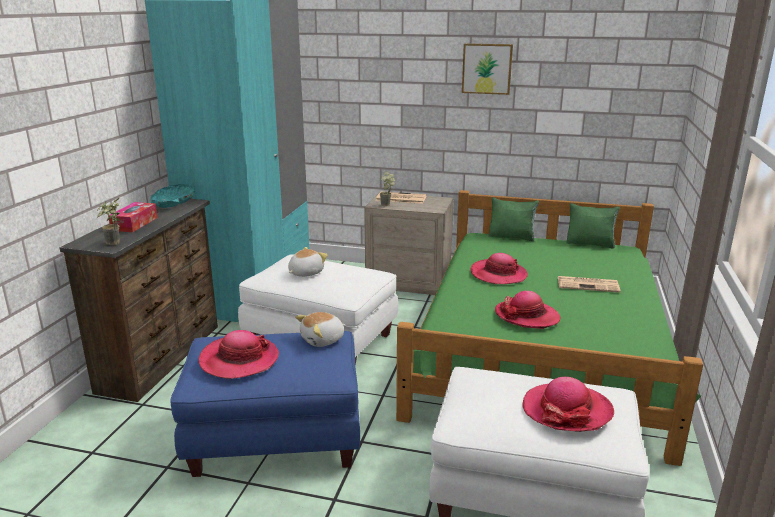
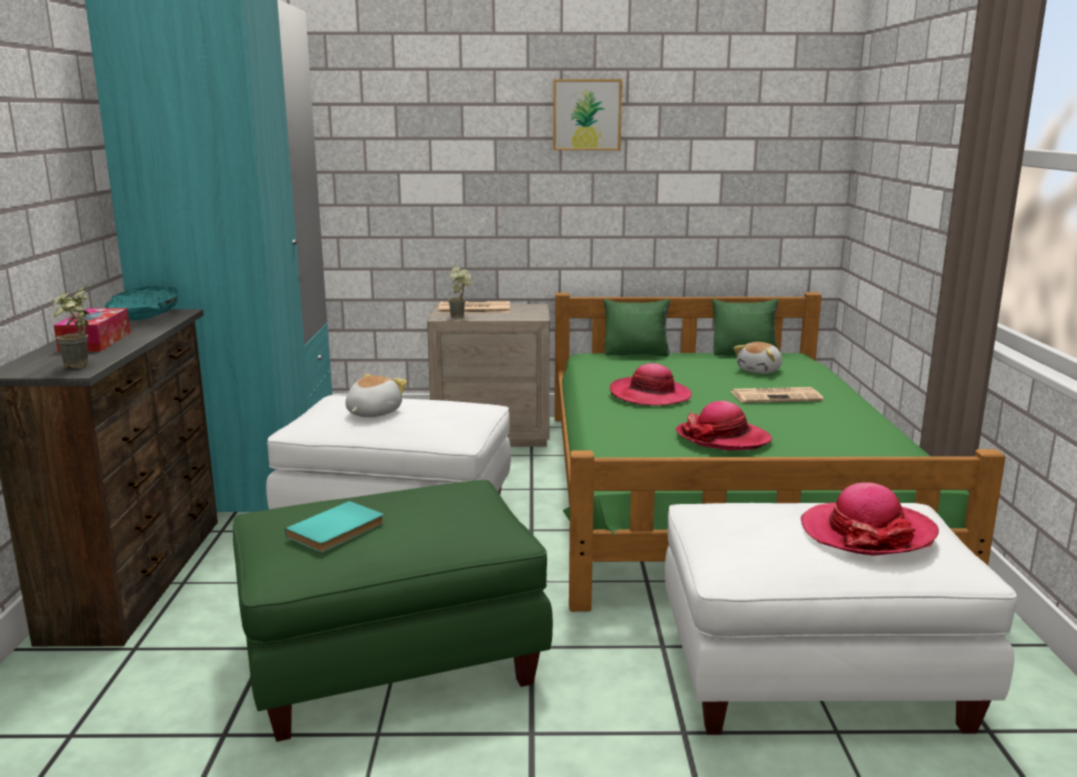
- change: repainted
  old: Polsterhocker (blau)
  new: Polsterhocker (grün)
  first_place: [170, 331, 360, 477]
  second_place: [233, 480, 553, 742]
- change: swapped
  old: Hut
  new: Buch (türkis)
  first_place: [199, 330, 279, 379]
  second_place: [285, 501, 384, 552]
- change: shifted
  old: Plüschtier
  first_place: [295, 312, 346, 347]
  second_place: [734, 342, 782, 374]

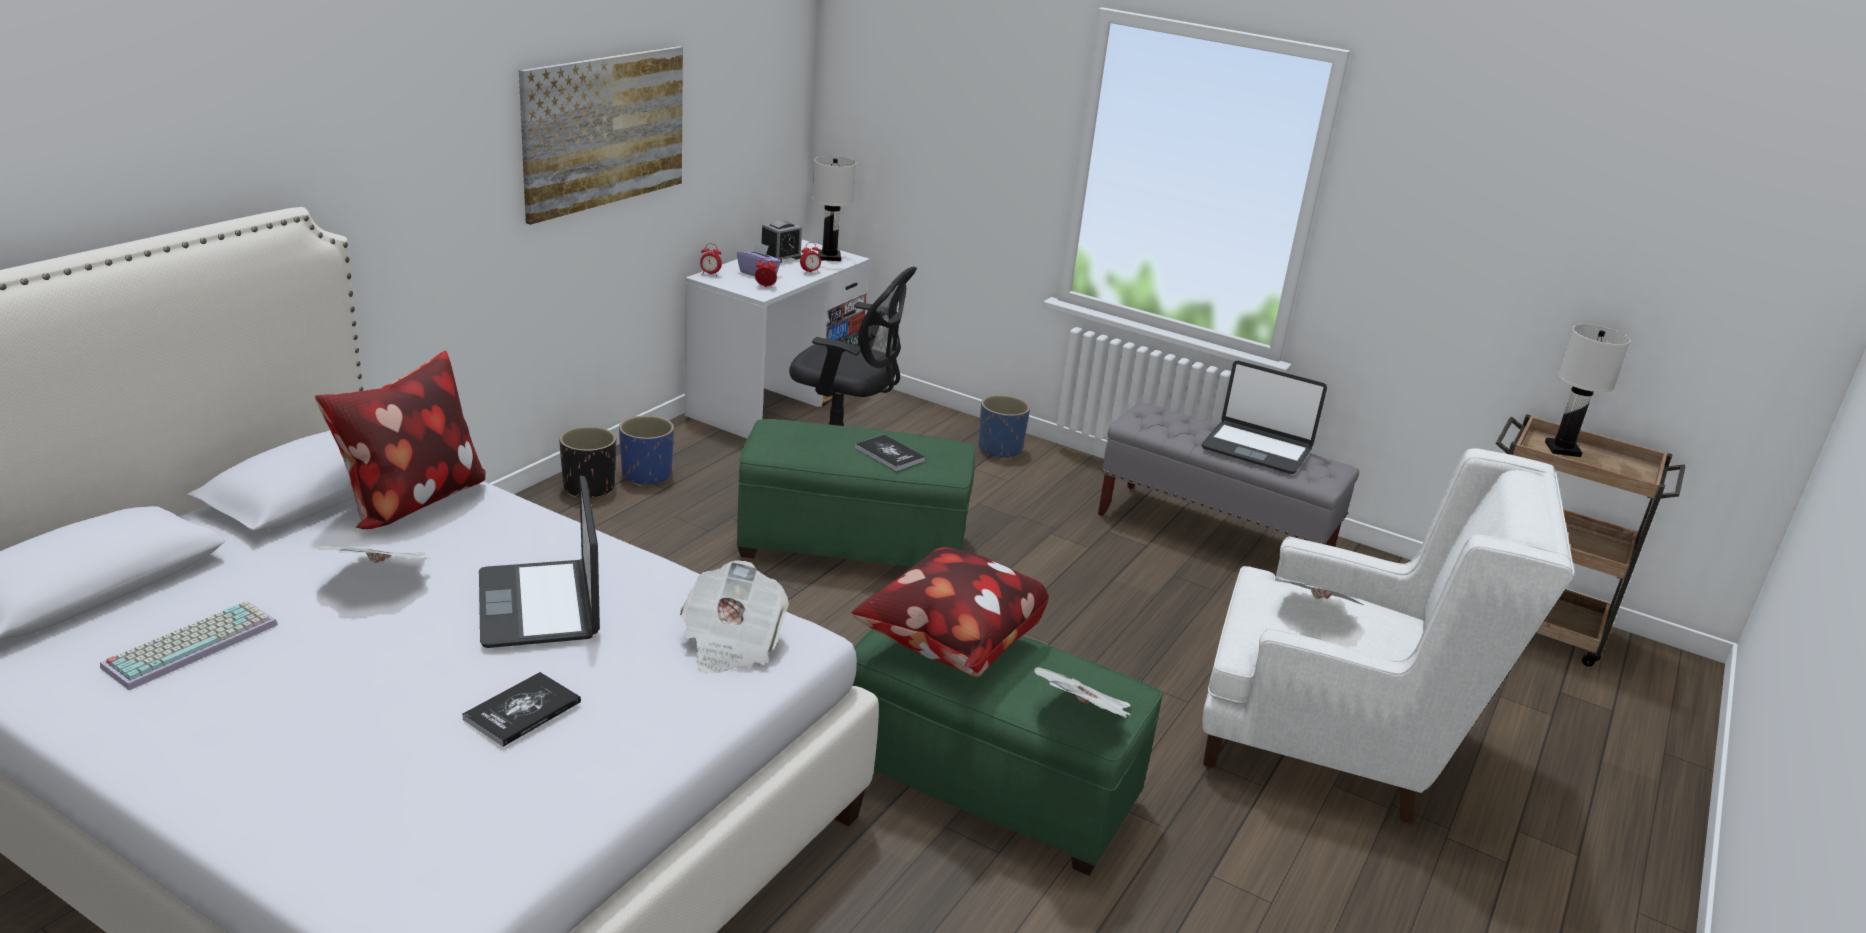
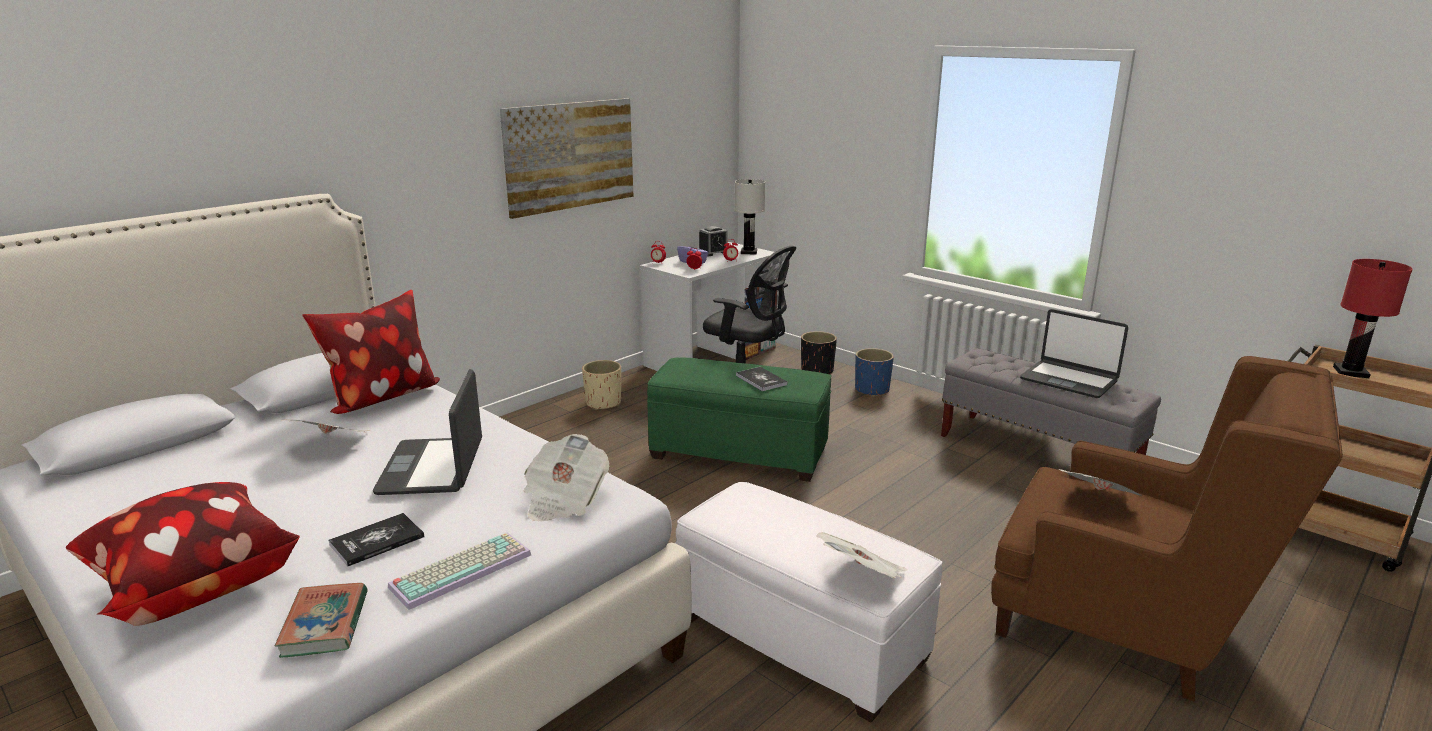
- change: shifted
  old: Tastatur
  first_place: [100, 601, 278, 690]
  second_place: [388, 532, 531, 610]
- change: shifted
  old: Pflanzkübel (schwarz)
  first_place: [559, 426, 616, 498]
  second_place: [801, 331, 837, 375]
- change: repainted
  old: Pflanzkübel (blau)
  new: Pflanzkübel (beige)
  first_place: [619, 415, 674, 486]
  second_place: [582, 360, 621, 410]
- change: shifted
  old: Kissen
  first_place: [851, 547, 1049, 677]
  second_place: [66, 482, 300, 626]
- change: repainted
  old: Polsterhocker (grün)
  new: Polsterhocker (weiß)
  first_place: [852, 629, 1163, 876]
  second_place: [675, 482, 942, 722]
- change: repainted
  old: Sessel (weiß)
  new: Sessel (braun)
  first_place: [1203, 448, 1574, 824]
  second_place: [991, 356, 1343, 702]
- change: repainted
  old: Tischlampe (weiß)
  new: Tischlampe (rot)
  first_place: [1545, 324, 1631, 457]
  second_place: [1333, 259, 1413, 378]
- change: new
  new: Buch
  second_place: [275, 583, 367, 658]

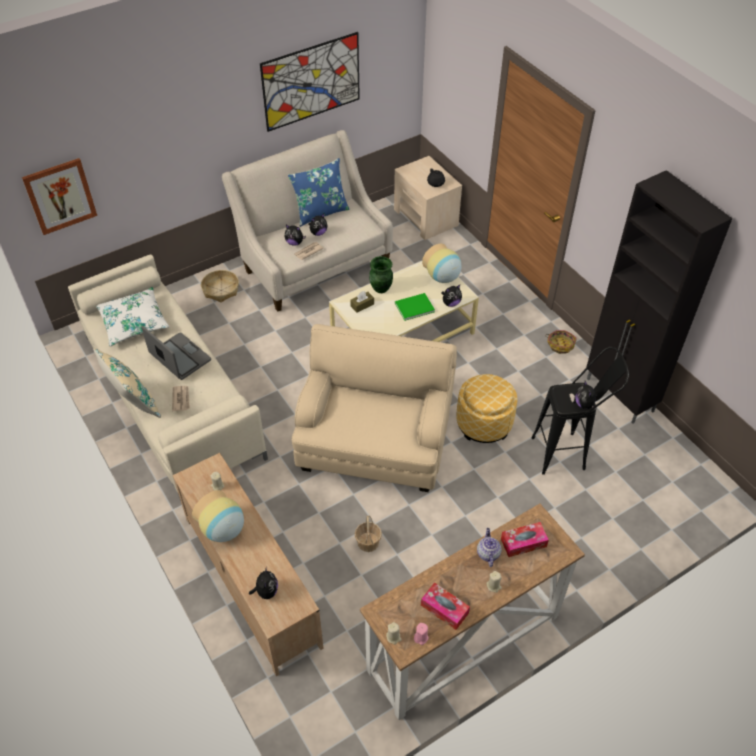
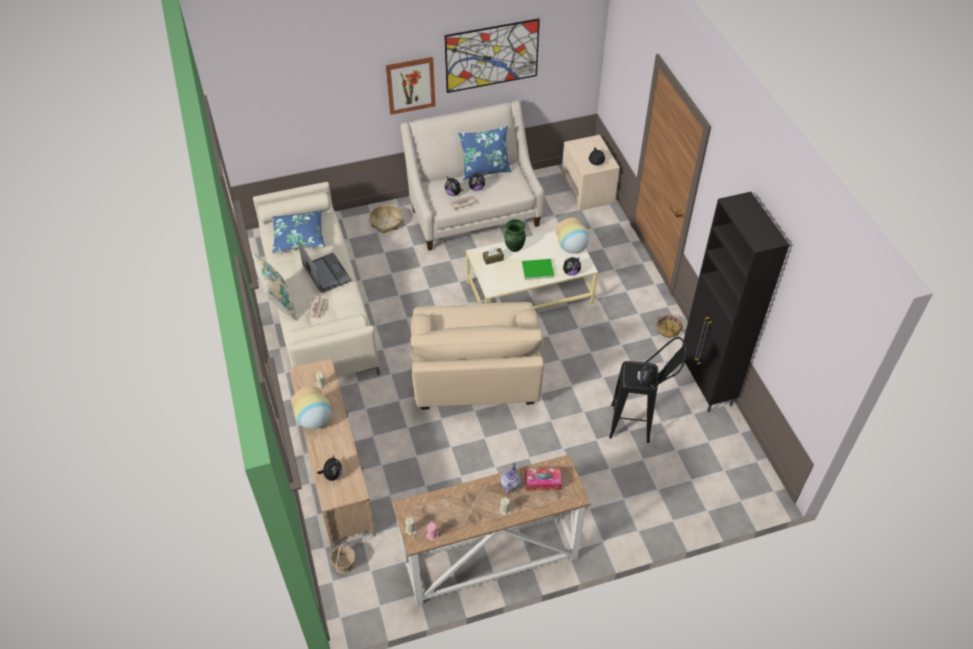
- change: shifted
  old: Bild
  first_place: [22, 158, 97, 235]
  second_place: [386, 57, 435, 115]
- change: repainted
  old: Kissen (weiß)
  new: Kissen (blau)
  first_place: [96, 287, 169, 346]
  second_place: [272, 210, 325, 253]
- change: rotated
  old: Sessel (beige)
  first_place: [292, 324, 457, 492]
  second_place: [411, 302, 544, 410]
  degrees: 150
- change: shifted
  old: Korb
  first_place: [355, 516, 382, 552]
  second_place: [330, 541, 356, 574]
- change: gone
  old: Taschentuchbox
  first_place: [421, 582, 470, 630]
- change: gone
  old: Polsterhocker
  first_place: [457, 374, 517, 443]

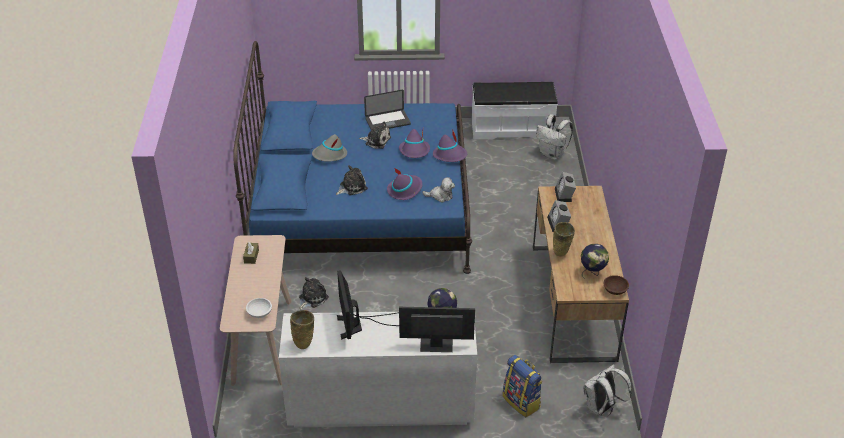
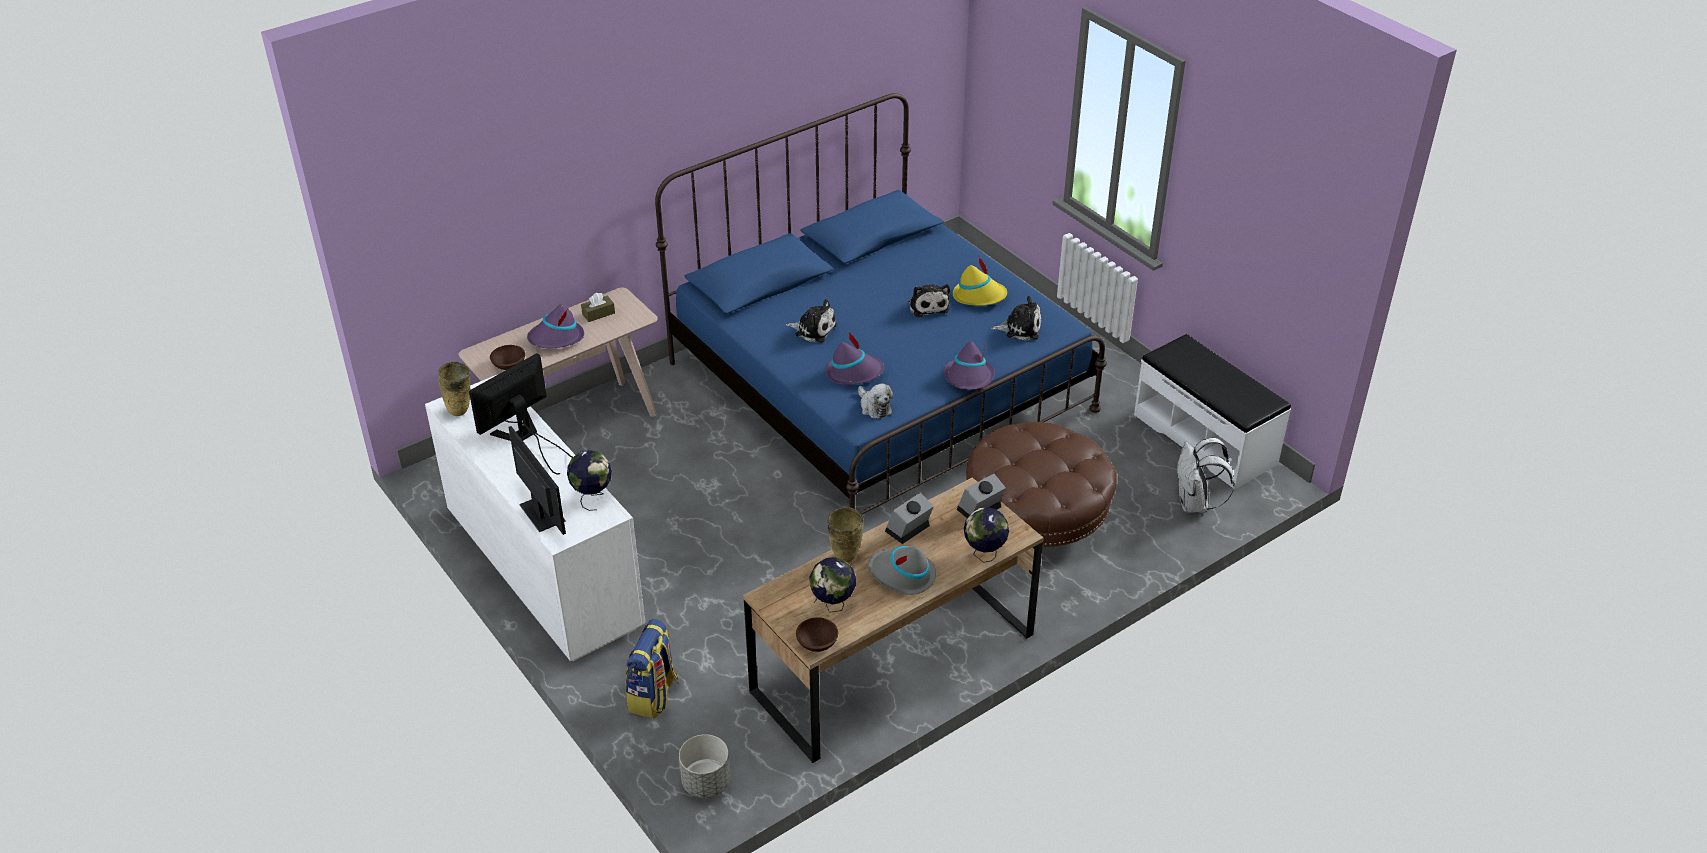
- change: repainted
  old: Schüssel (weiß)
  new: Schüssel (braun)
  first_place: [246, 298, 272, 318]
  second_place: [490, 345, 525, 370]
- change: shifted
  old: Plüschtier
  first_place: [299, 277, 329, 310]
  second_place: [991, 296, 1041, 341]
- change: shifted
  old: Hut (grau)
  first_place: [312, 134, 347, 162]
  second_place: [868, 546, 936, 595]
- change: swapped
  old: Laptop
  new: Hut (gelb)
  first_place: [364, 90, 411, 130]
  second_place: [953, 255, 1007, 306]
- change: shifted
  old: Hut (lila)
  first_place: [399, 129, 430, 158]
  second_place: [527, 304, 584, 349]
- change: swapped
  old: Rucksack (weiß)
  new: Pflanzkübel (grau)
  first_place: [584, 364, 632, 416]
  second_place: [679, 734, 730, 798]
- change: new
  new: Globus
  second_place: [964, 507, 1009, 563]
- change: new
  new: Polsterhocker (braun)
  second_place: [966, 422, 1117, 547]

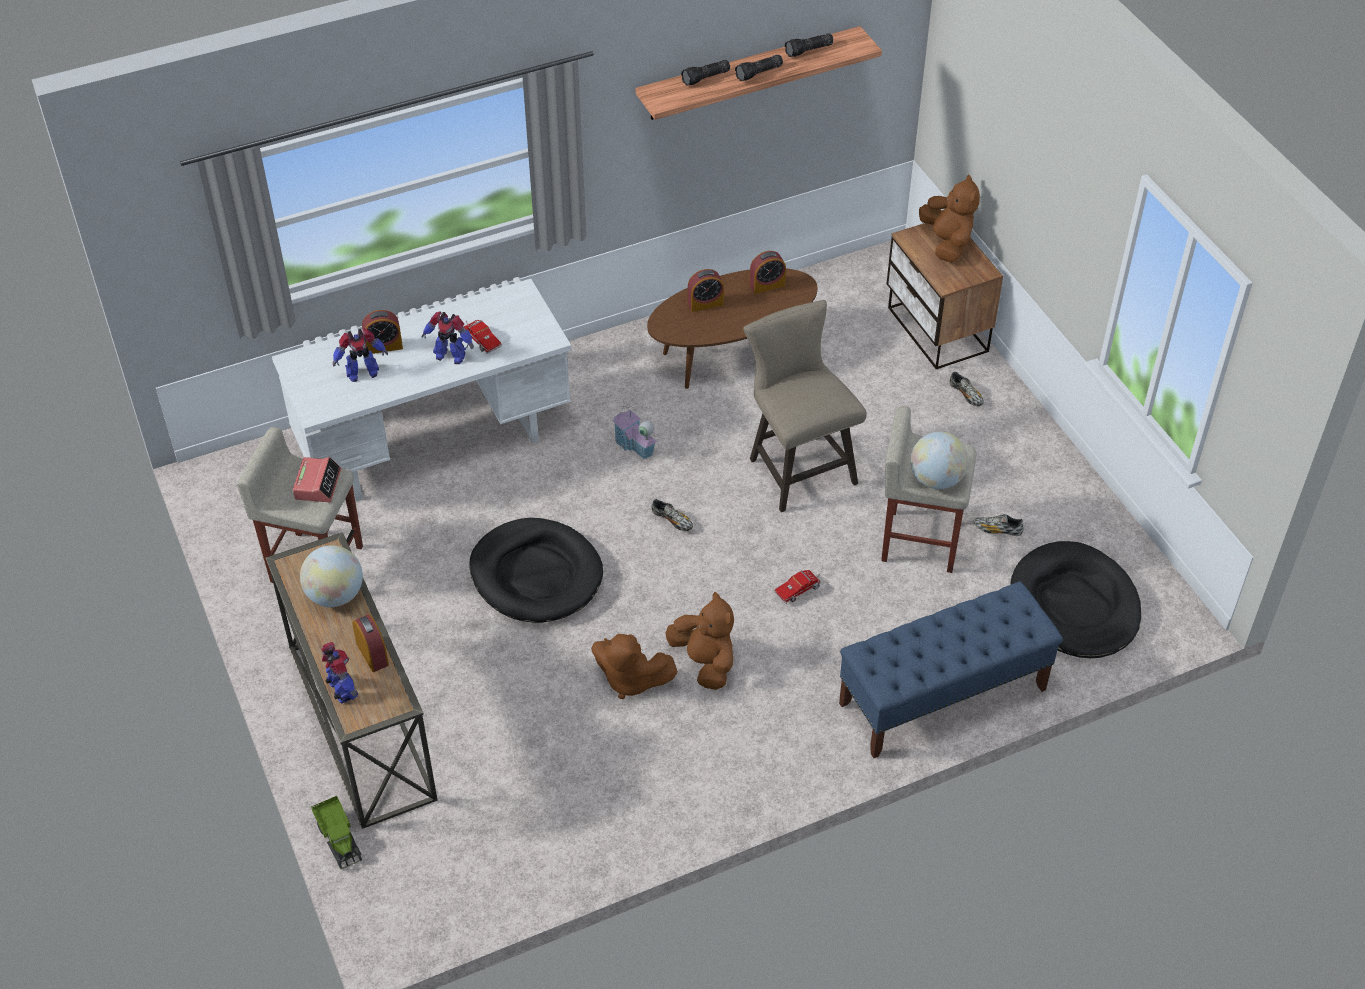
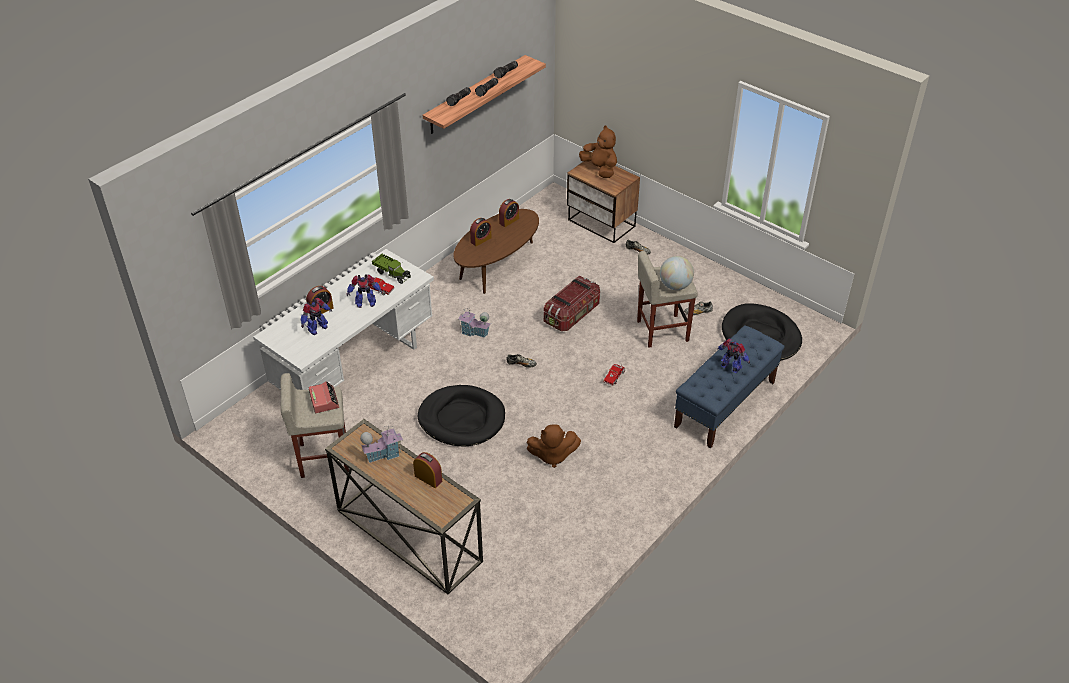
- change: swapped
  old: Globus
  new: Spielzeughaus
  first_place: [300, 545, 363, 607]
  second_place: [360, 426, 403, 463]
- change: shifted
  old: Spielzeuglaster
  first_place: [311, 796, 362, 870]
  second_place: [372, 253, 411, 284]
- change: shifted
  old: Spielzeugroboter
  first_place: [321, 642, 358, 703]
  second_place: [717, 339, 750, 373]
- change: gone
  old: Plüschtier (braun)
  first_place: [665, 592, 734, 690]
- change: swapped
  old: Hocker (beige)
  new: Aufbewahrungsbox
  first_place: [743, 300, 867, 512]
  second_place: [544, 275, 600, 331]

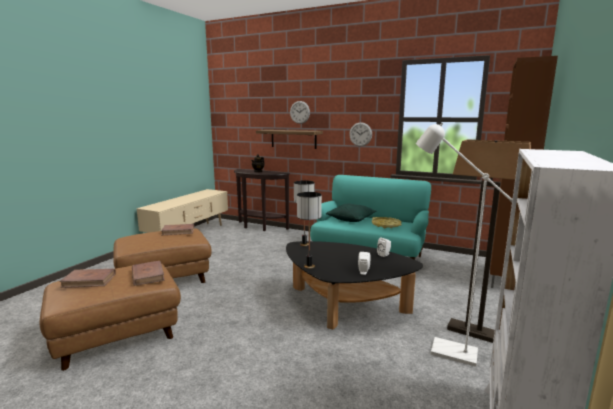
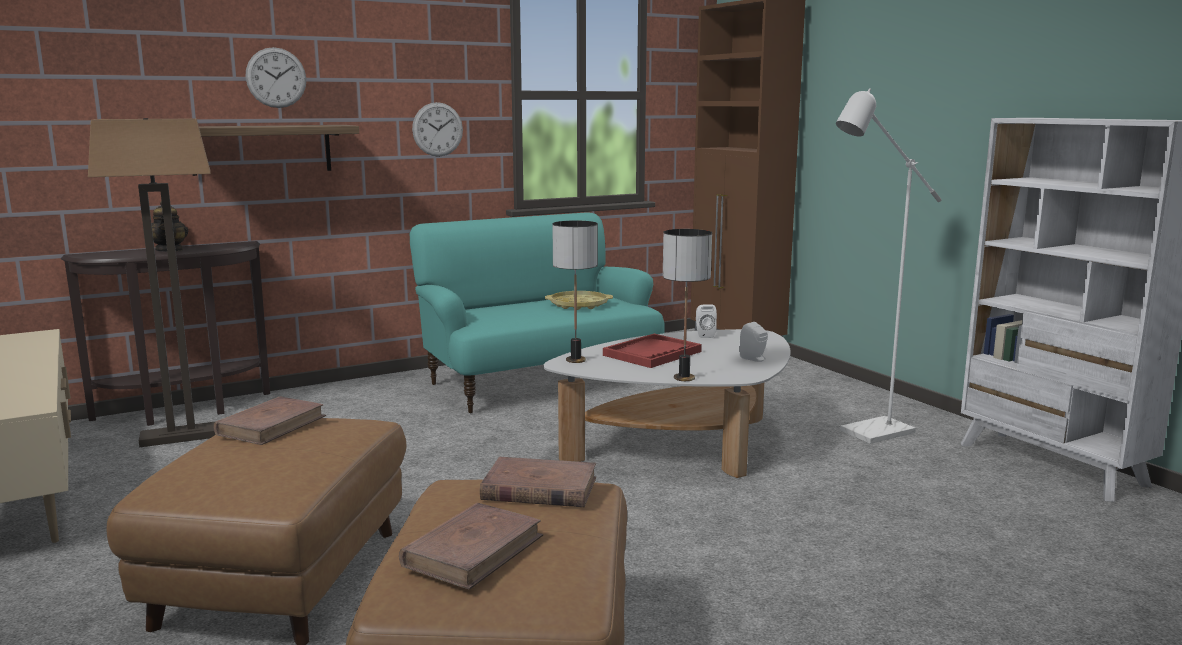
- change: repainted
  old: Couchtisch (schwarz)
  new: Couchtisch (weiß)
  first_place: [286, 241, 423, 330]
  second_place: [543, 329, 791, 478]
- change: gone
  old: Kissen (grün)
  first_place: [326, 203, 377, 222]
- change: shifted
  old: Stehlampe
  first_place: [447, 139, 531, 343]
  second_place: [88, 118, 216, 447]
- change: new
  new: Tablett (rot)
  second_place: [603, 334, 702, 368]

